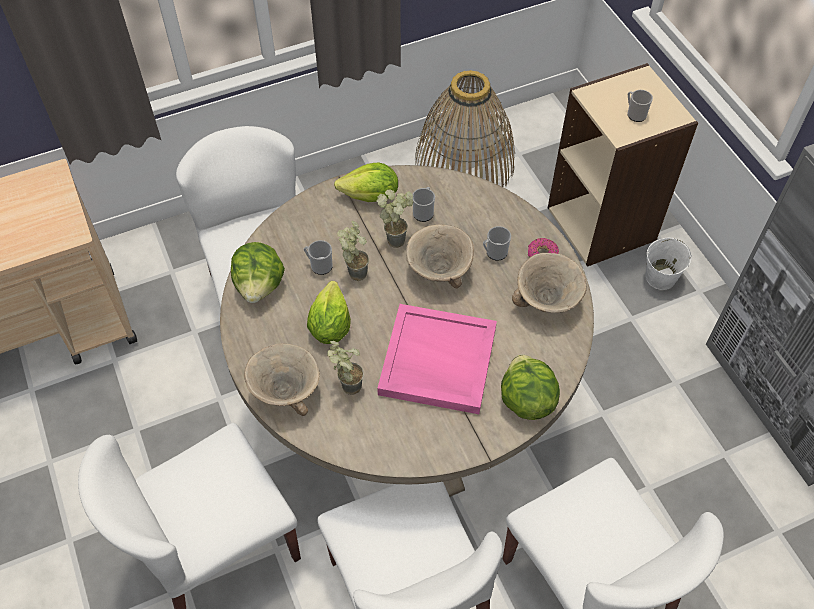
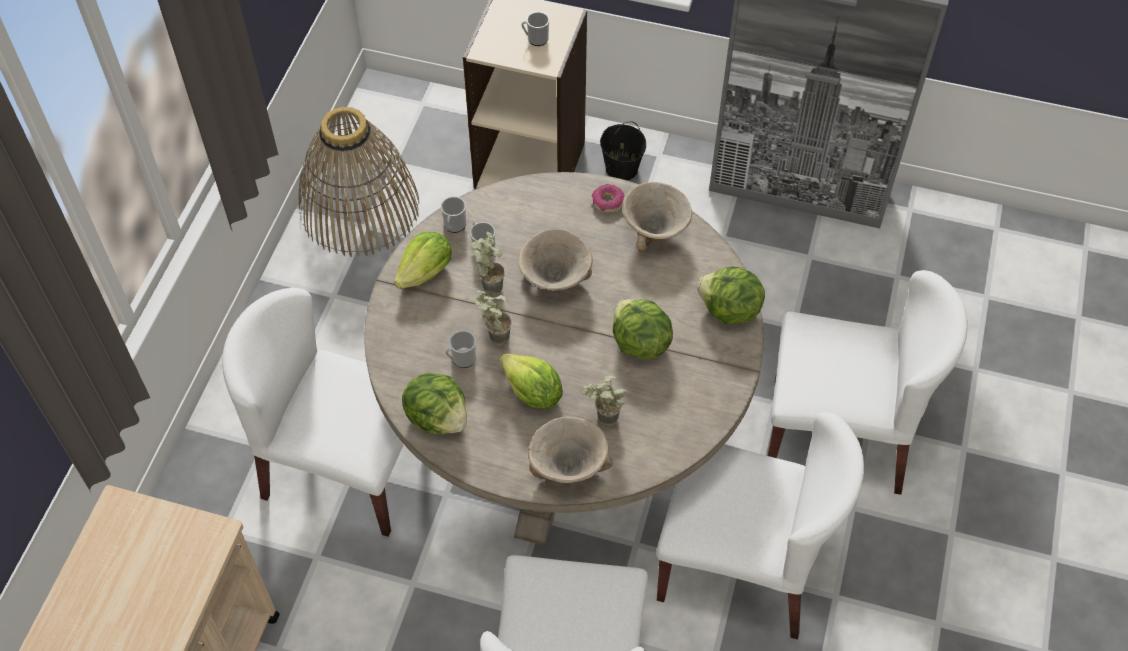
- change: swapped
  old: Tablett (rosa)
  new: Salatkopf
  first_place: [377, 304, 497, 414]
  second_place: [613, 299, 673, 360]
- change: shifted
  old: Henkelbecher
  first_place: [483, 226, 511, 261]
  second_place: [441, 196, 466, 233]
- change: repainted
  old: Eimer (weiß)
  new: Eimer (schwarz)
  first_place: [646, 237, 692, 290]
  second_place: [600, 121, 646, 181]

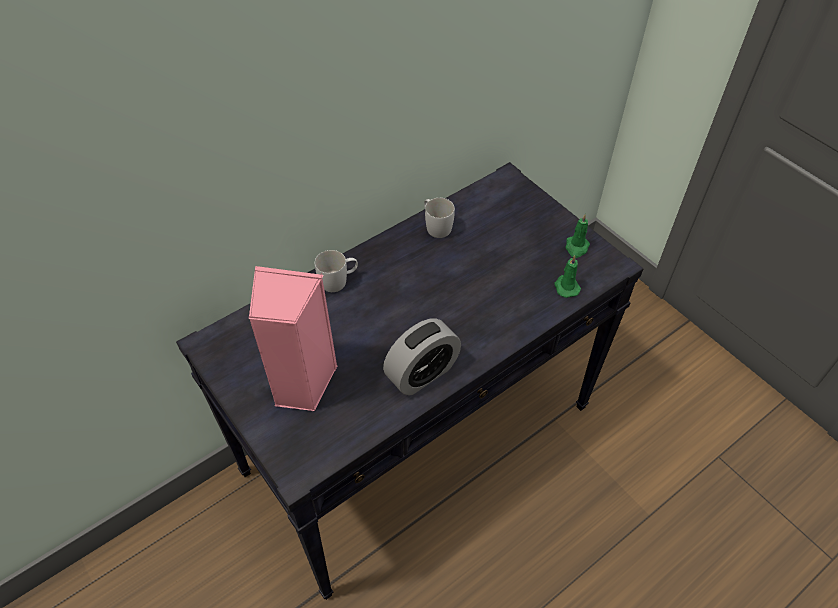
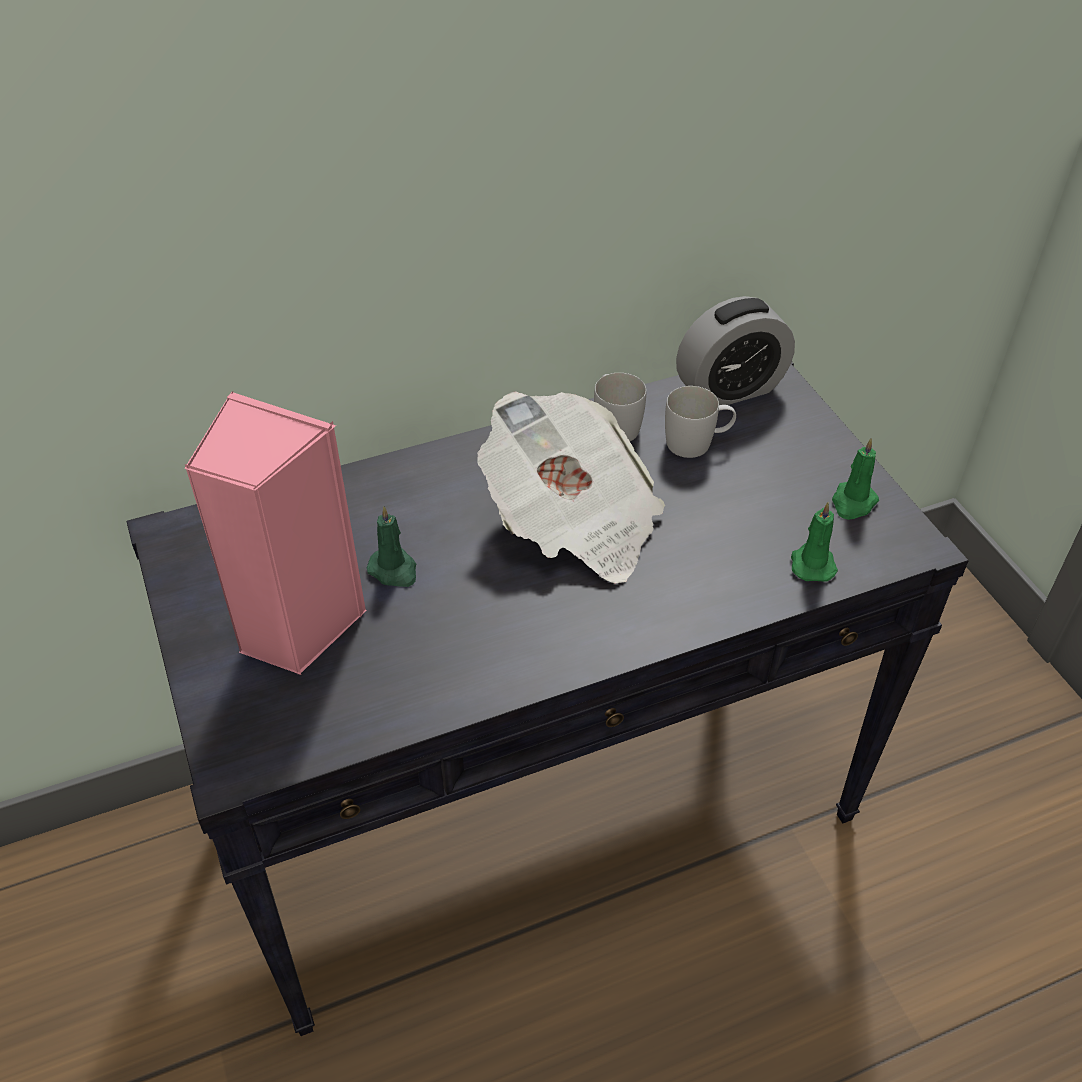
- change: shifted
  old: Henkelbecher (weiß)
  first_place: [315, 250, 358, 292]
  second_place: [665, 386, 736, 458]
- change: shifted
  old: Wecker
  first_place: [383, 318, 461, 395]
  second_place: [676, 296, 795, 405]
- change: new
  new: Kerze (grün)
  second_place: [367, 506, 416, 587]
- change: new
  new: Zeitung
  second_place: [477, 392, 665, 584]

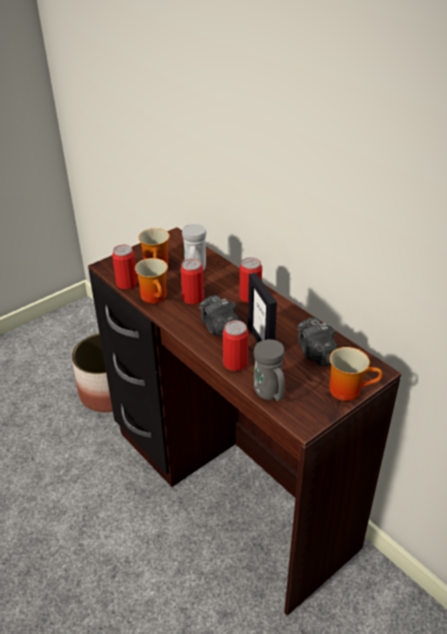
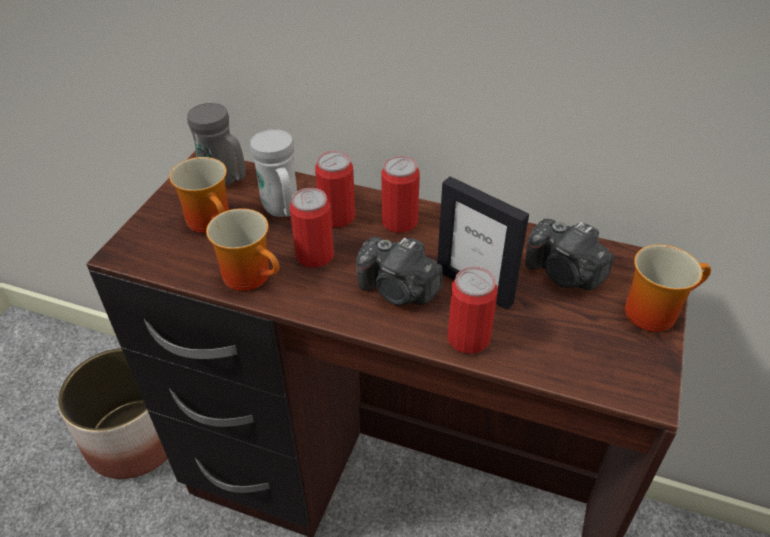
- change: shifted
  old: Dose
  first_place: [112, 245, 138, 289]
  second_place: [315, 151, 355, 227]
- change: shifted
  old: Henkelbecher (grau)
  first_place: [254, 339, 285, 401]
  second_place: [187, 103, 246, 186]

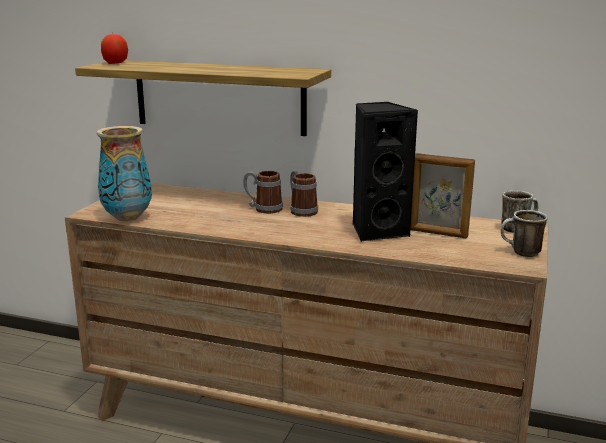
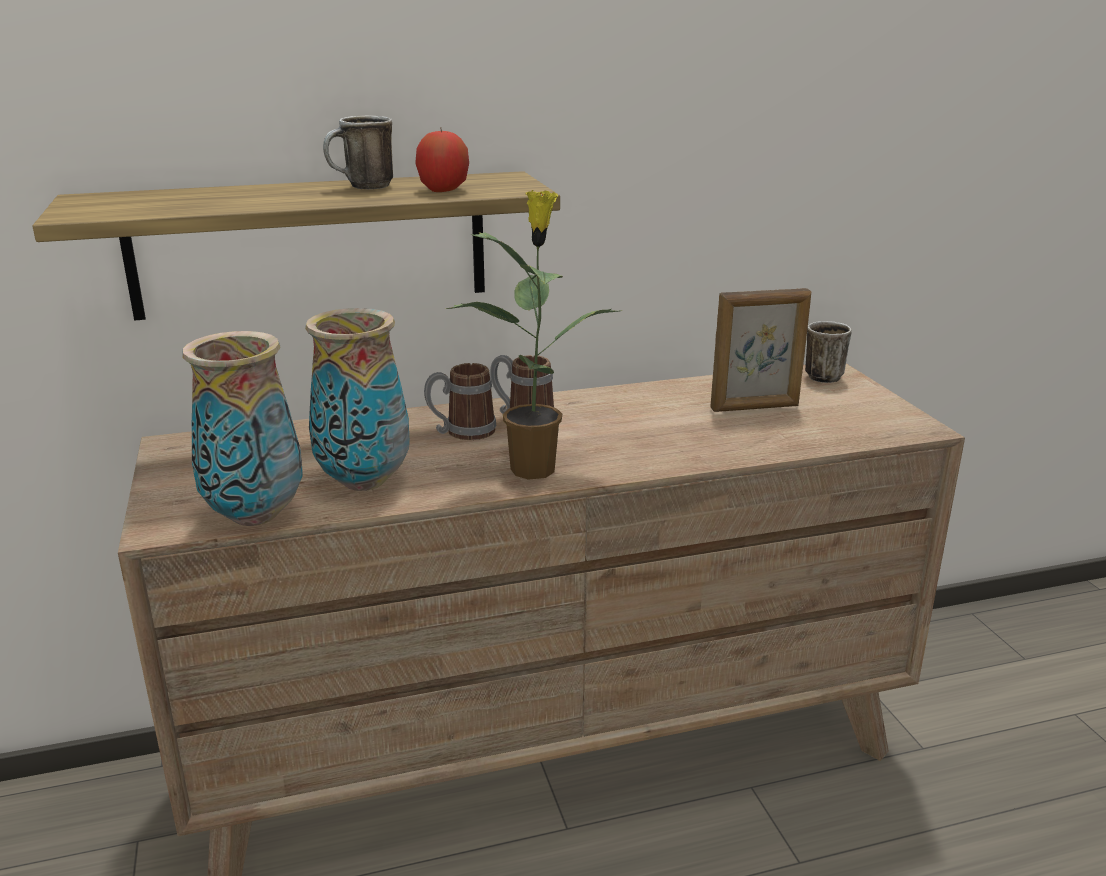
- change: shifted
  old: Apfel
  first_place: [101, 34, 128, 64]
  second_place: [415, 127, 469, 192]
- change: gone
  old: Lautsprecher (schwarz)
  first_place: [353, 102, 418, 242]
- change: shifted
  old: Henkelbecher
  first_place: [501, 210, 547, 257]
  second_place: [323, 116, 393, 189]
- change: new
  new: Vase
  second_place: [305, 308, 410, 491]
- change: new
  new: Topfpflanze
  second_place: [445, 190, 623, 480]

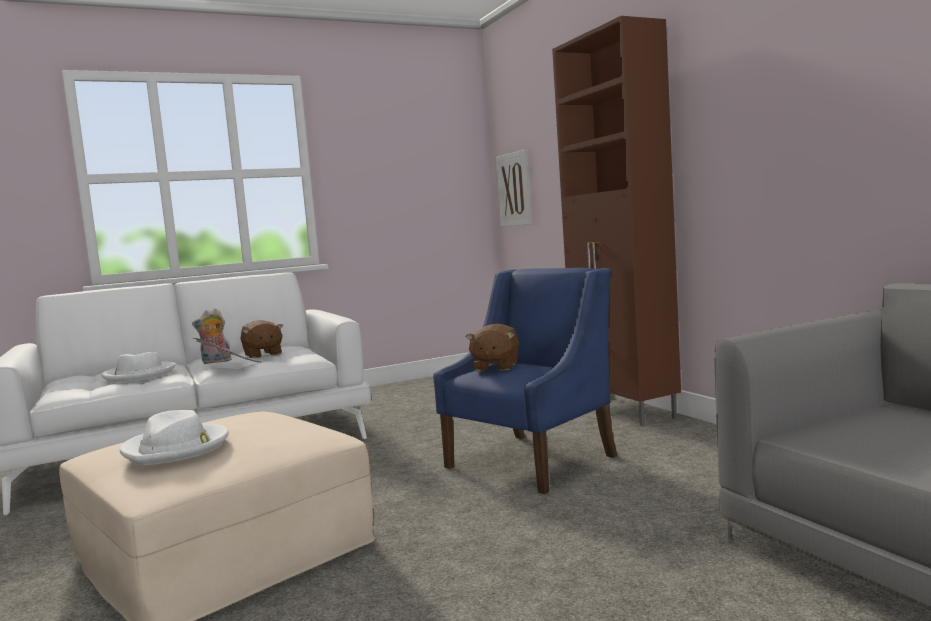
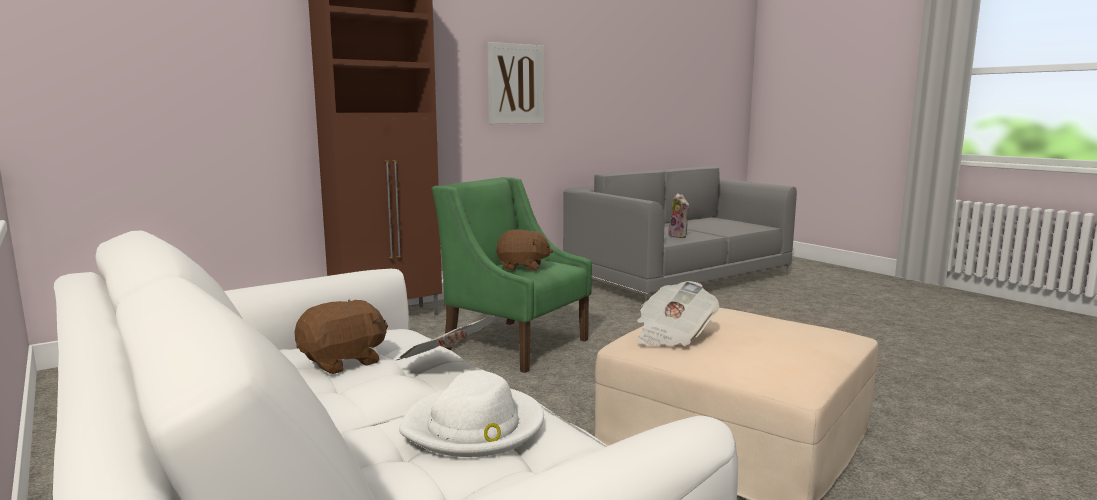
- change: gone
  old: Hut (weiß)
  first_place: [120, 410, 229, 465]
- change: shifted
  old: Plüschtier
  first_place: [192, 308, 232, 364]
  second_place: [668, 193, 689, 238]
- change: repainted
  old: Sessel (blau)
  new: Sessel (grün)
  first_place: [433, 268, 617, 494]
  second_place: [432, 177, 592, 373]
- change: shifted
  old: Bild
  first_place: [496, 149, 532, 227]
  second_place: [487, 42, 544, 124]
- change: new
  new: Zeitung
  second_place: [637, 281, 719, 346]

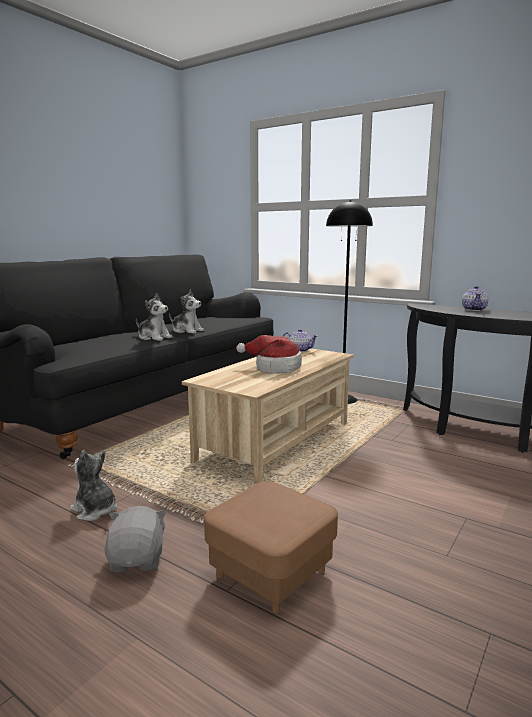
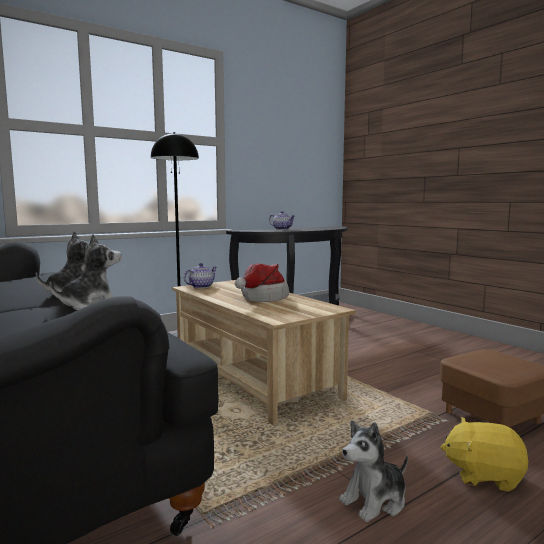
- change: repainted
  old: Plüschtier (grau)
  new: Plüschtier (gelb)
  first_place: [105, 506, 167, 573]
  second_place: [441, 417, 528, 492]

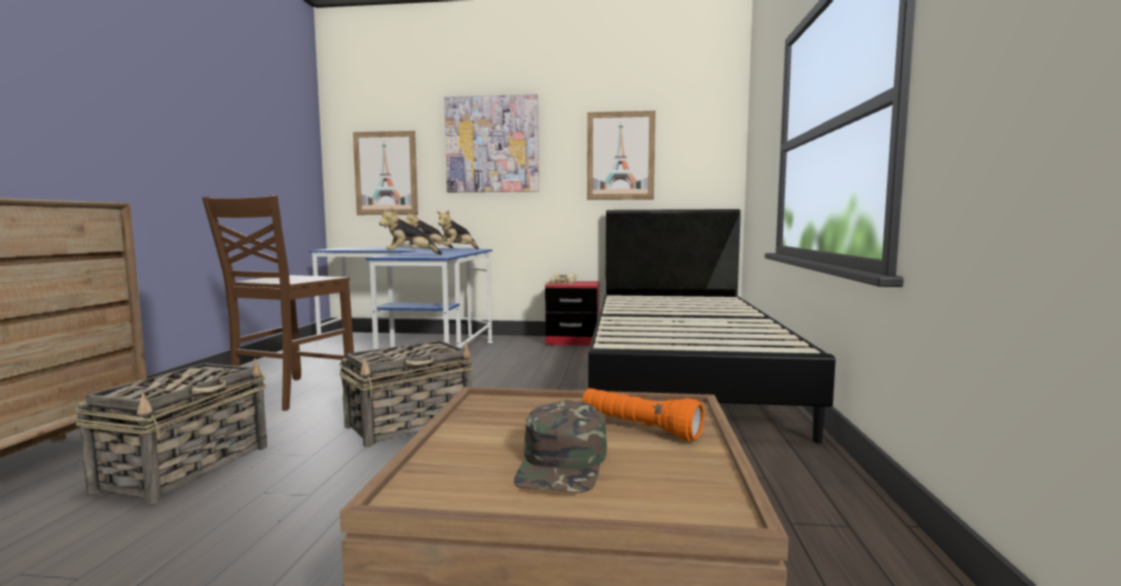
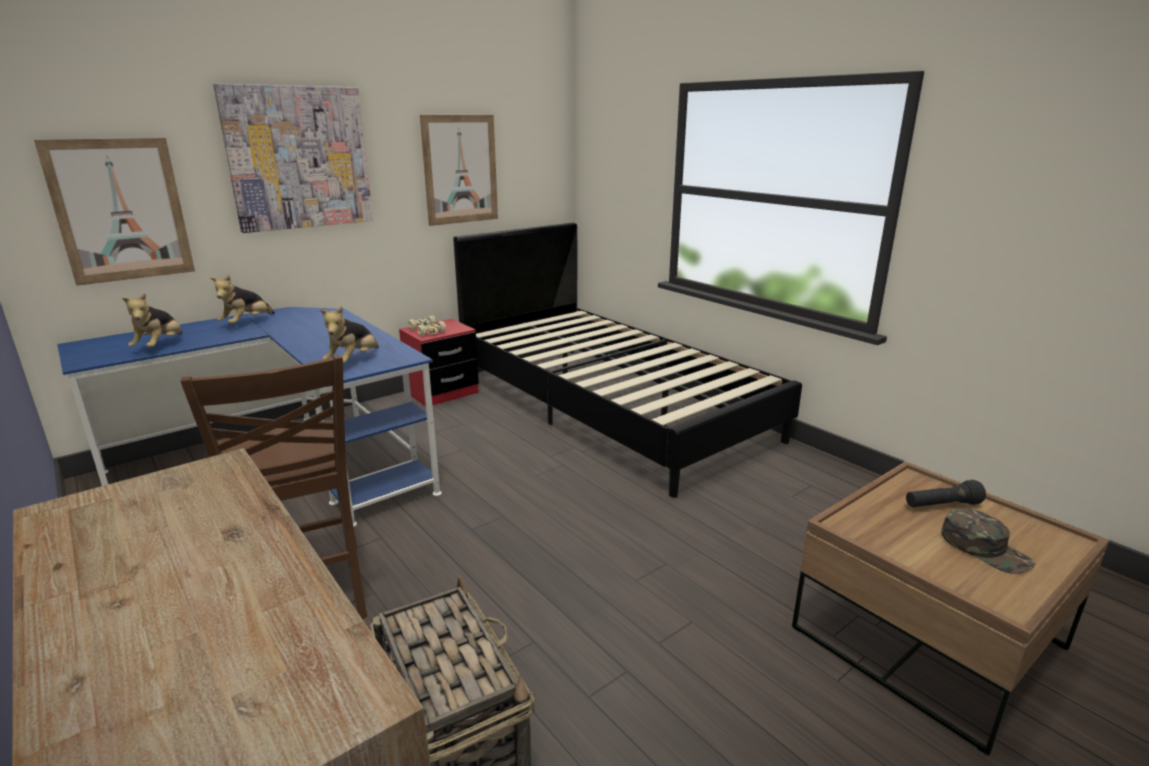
- change: gone
  old: Korb
  first_place: [339, 341, 474, 447]
- change: shifted
  old: Plüschtier
  first_place: [437, 210, 479, 249]
  second_place: [122, 293, 182, 348]
- change: repainted
  old: Taschenlampe (orange)
  new: Taschenlampe (schwarz)
  first_place: [582, 388, 704, 441]
  second_place: [906, 480, 986, 507]

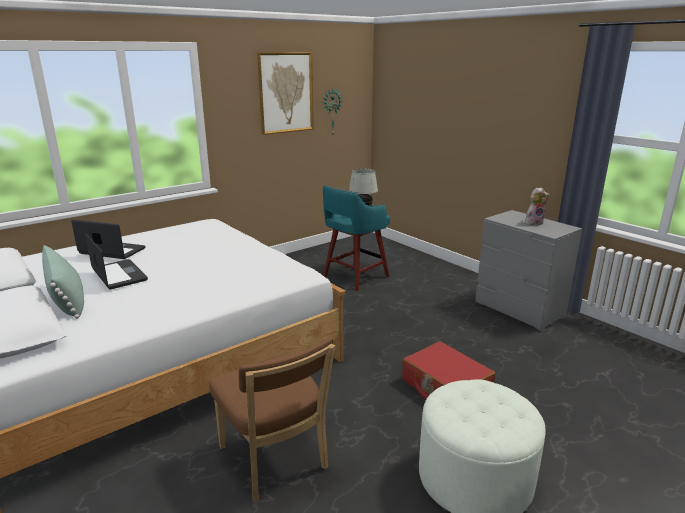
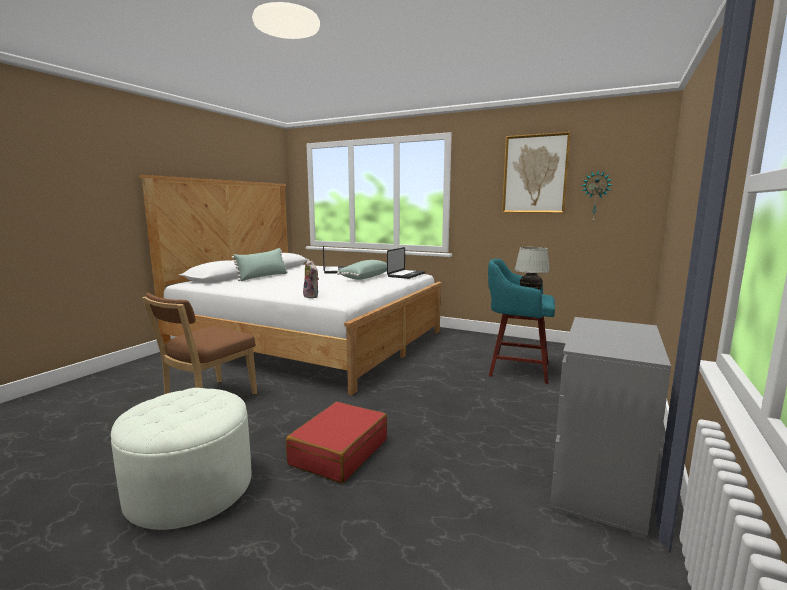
- change: shifted
  old: Laptop
  first_place: [85, 234, 148, 289]
  second_place: [387, 247, 425, 279]
- change: shifted
  old: Plüschtier
  first_place: [525, 187, 550, 225]
  second_place: [303, 260, 319, 298]
- change: new
  new: Kissen (grün)
  second_place: [337, 260, 387, 280]

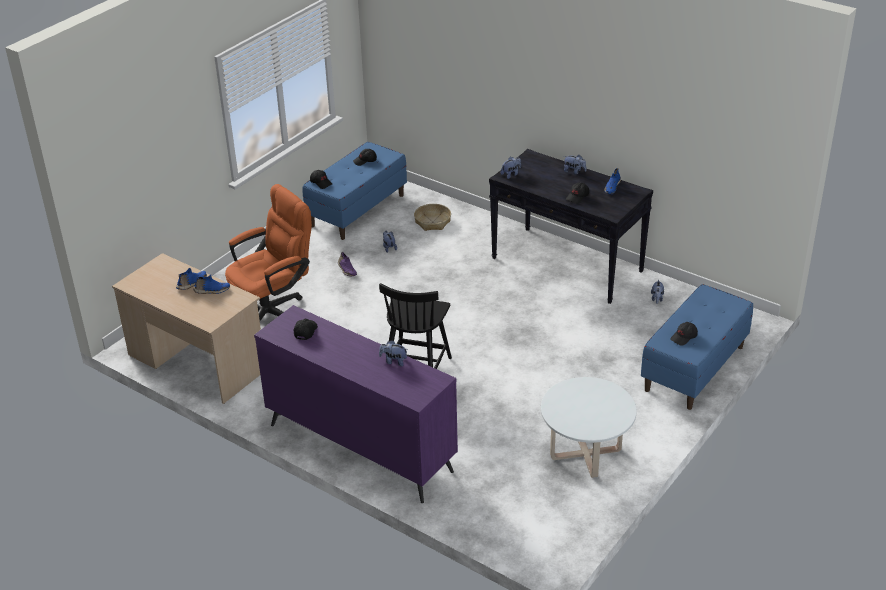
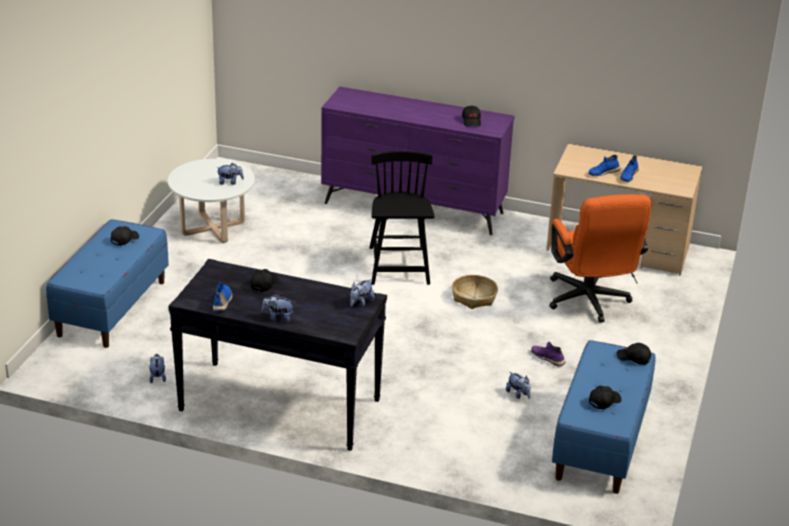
- change: rotated
  old: Bürostuhl (orange)
  first_place: [225, 184, 312, 321]
  second_place: [549, 194, 651, 323]
  degrees: -45
- change: shifted
  old: Plüschtier
  first_place: [379, 340, 408, 367]
  second_place: [217, 163, 244, 185]
- change: shifted
  old: Korb
  first_place: [414, 204, 451, 231]
  second_place: [452, 275, 498, 309]

